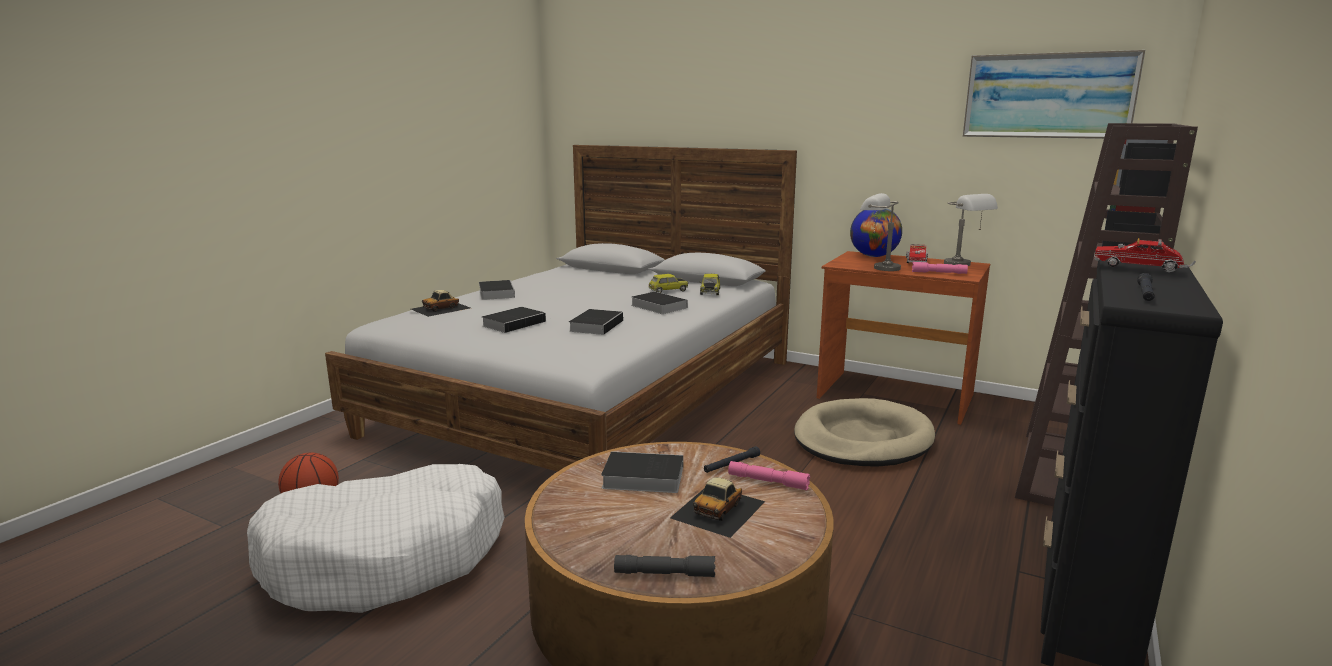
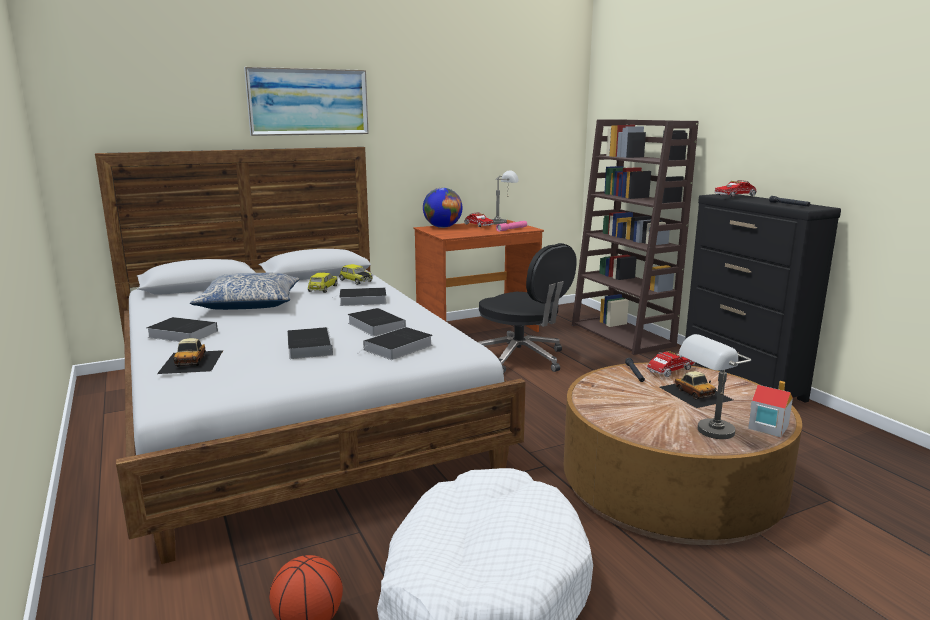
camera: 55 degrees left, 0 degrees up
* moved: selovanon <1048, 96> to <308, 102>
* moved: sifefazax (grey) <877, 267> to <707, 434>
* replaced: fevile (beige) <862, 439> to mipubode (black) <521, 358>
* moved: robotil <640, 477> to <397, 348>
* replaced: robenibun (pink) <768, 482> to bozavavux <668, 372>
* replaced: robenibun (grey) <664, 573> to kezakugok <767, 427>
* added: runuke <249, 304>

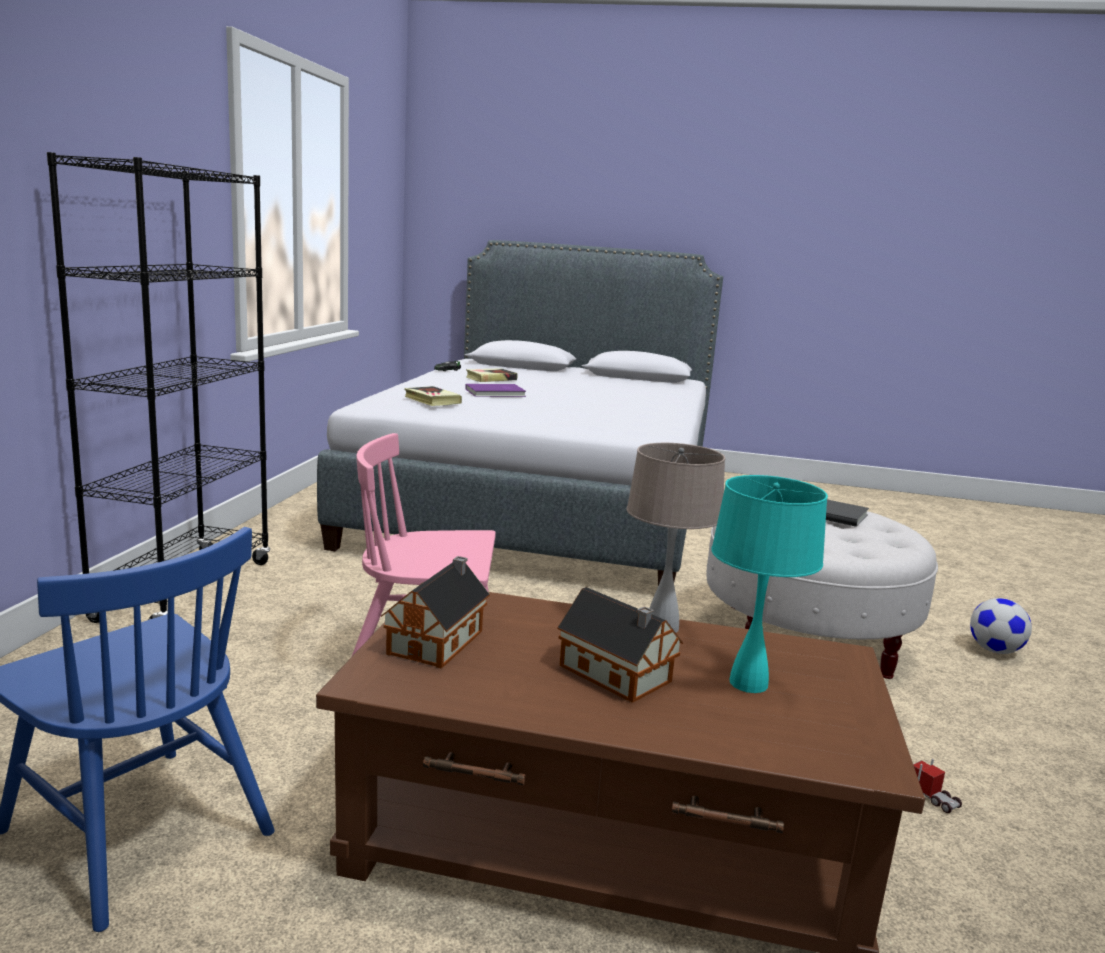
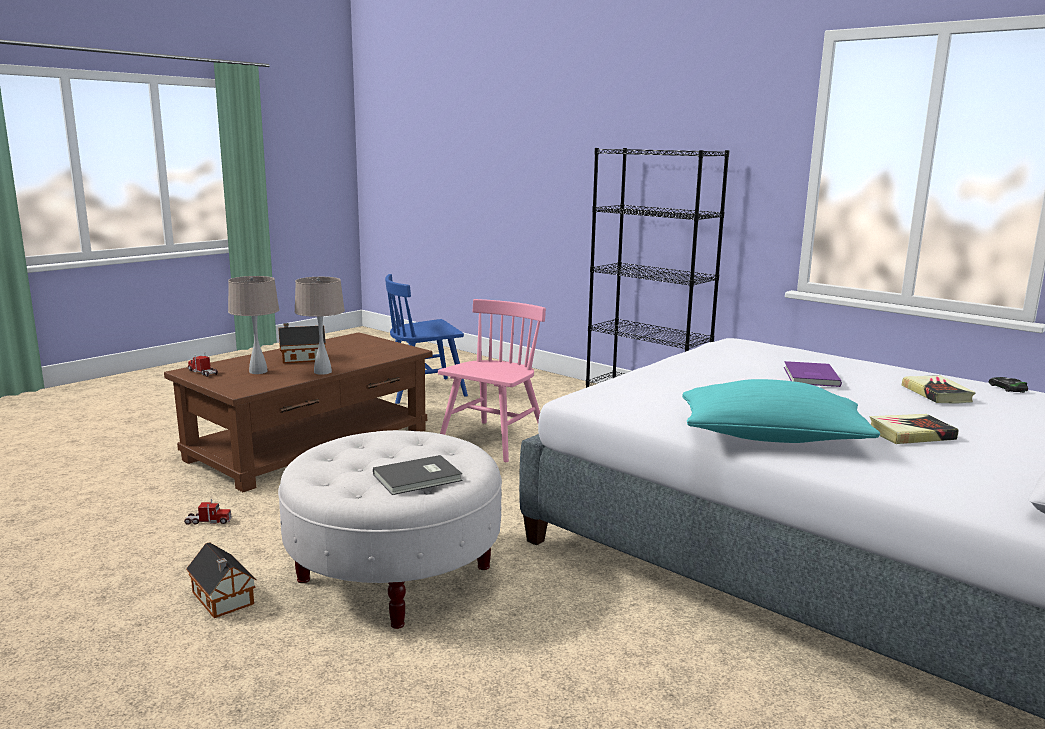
camera: 120 degrees right, 0 degrees up
* moved: robotil <432, 400> to <910, 434>
* recoloured: sifefazax (turquoise) <748, 683> to sifefazax (beige) <258, 371>
* moved: kezakugok <439, 641> to <223, 599>
* removed: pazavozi <995, 650>
* added: bozavavux <203, 372>
* added: runuke (turquoise) <772, 439>

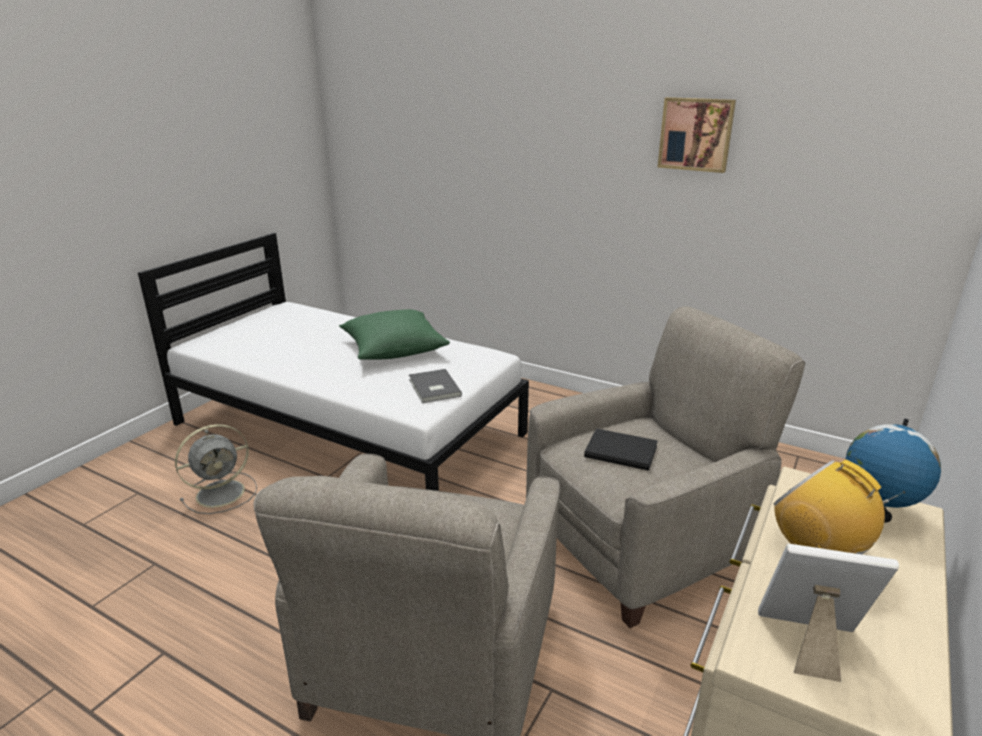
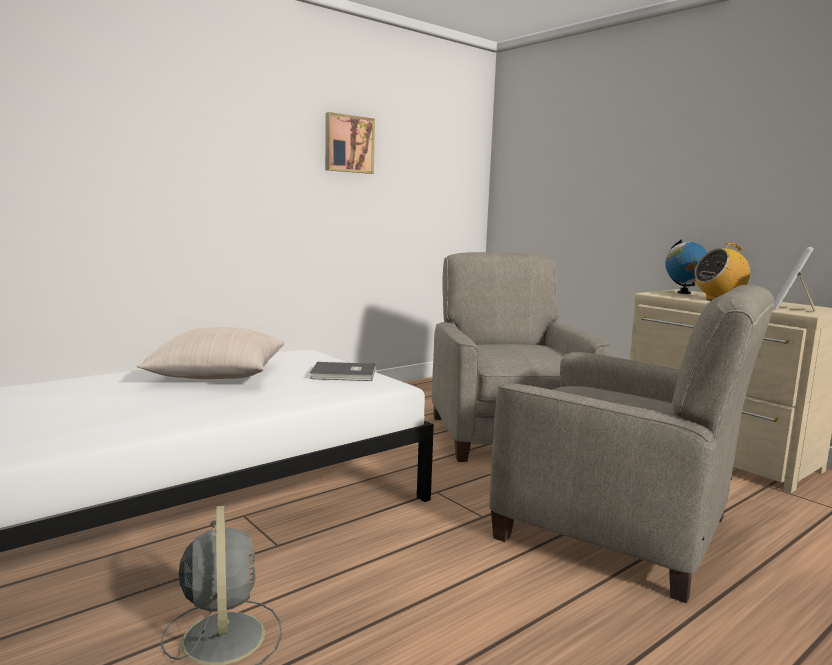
camera: 70 degrees left, 15 degrees down
* recoloured: runuke (green) <394, 349> to runuke (beige) <218, 375>
* removed: robotil (black) <620, 450>

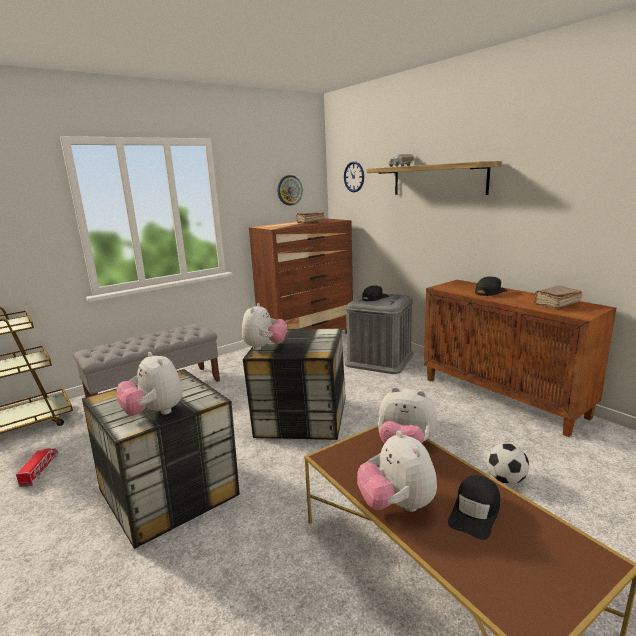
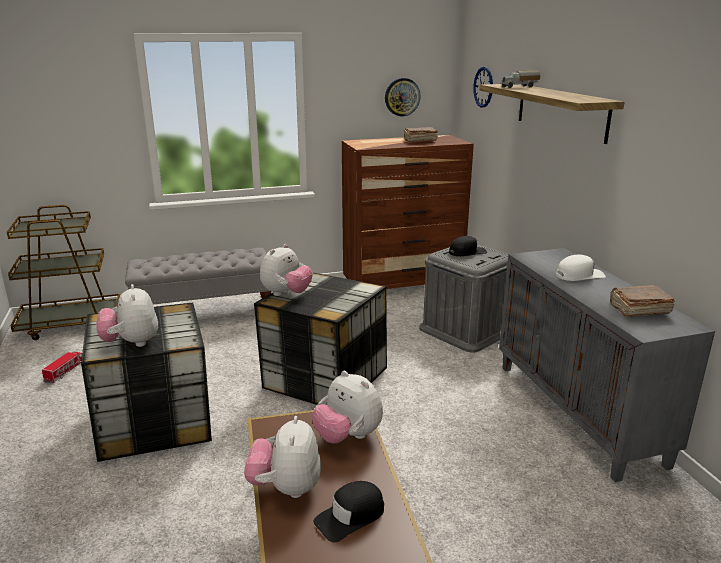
camera: 20 degrees right, 5 degrees up
* recoloured: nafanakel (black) <490, 292> to nafanakel (white) <579, 275>
* recoloured: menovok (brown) <503, 397> to menovok (grey) <578, 412>
* removed: pazavozi <505, 479>

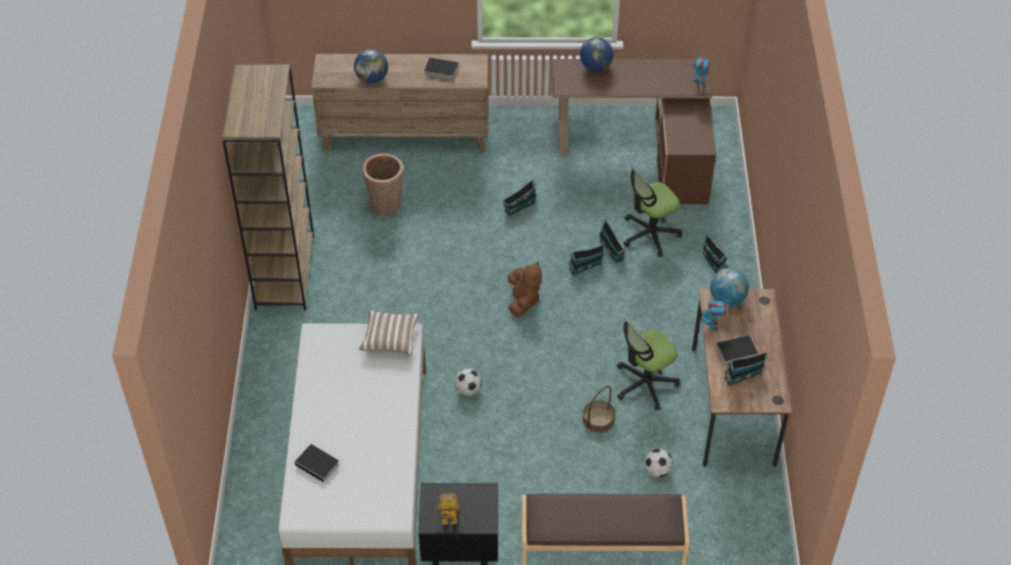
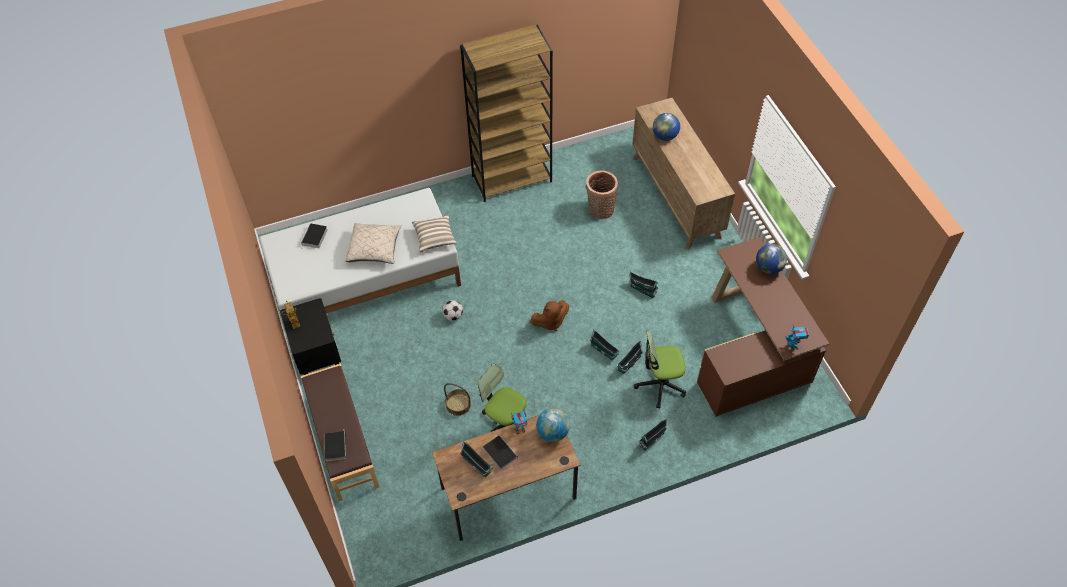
camera: 70 degrees right, 5 degrees up
* moved: robotil <440, 70> to <335, 446>
* turned: mipubode <650, 234> = <660, 384> 45 degrees counterclockwise
* removed: pazavozi <657, 470>
* added: runuke (beige) <375, 249>

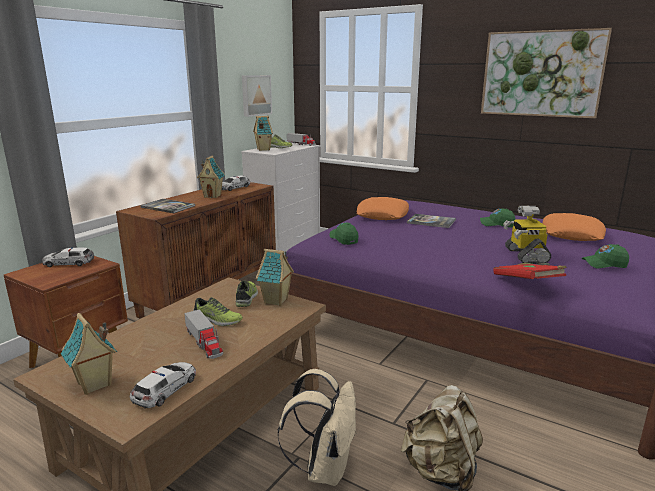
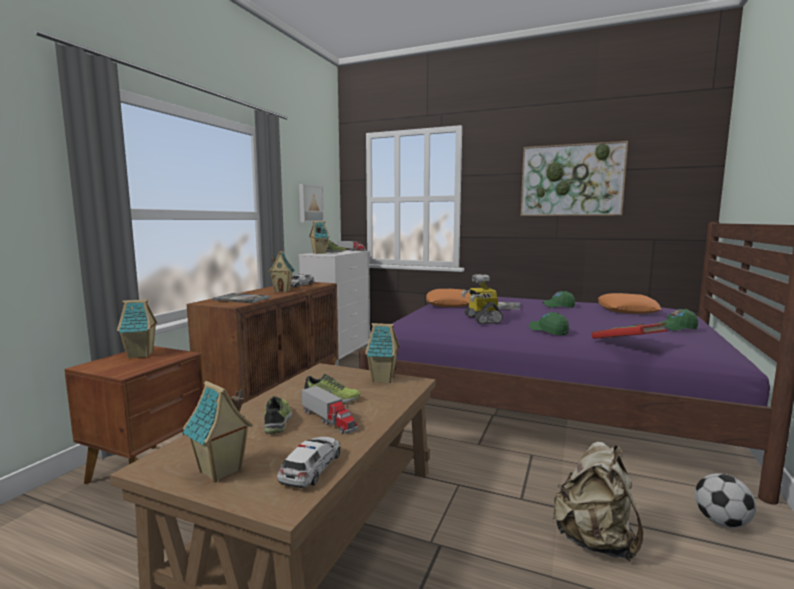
camera: 10 degrees left, 10 degrees down
* moved: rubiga <525, 255> to <481, 319>
* moved: nafanakel (green) <343, 239> to <548, 331>
* replaced: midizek <68, 263> to kezakugok <141, 355>
* moved: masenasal <247, 298> to <278, 420>
* removed: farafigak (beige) <325, 467>
* added: pazavozi <721, 522>

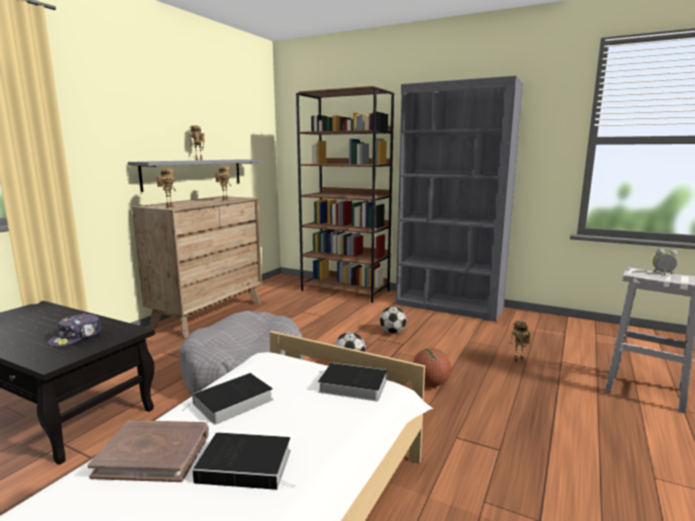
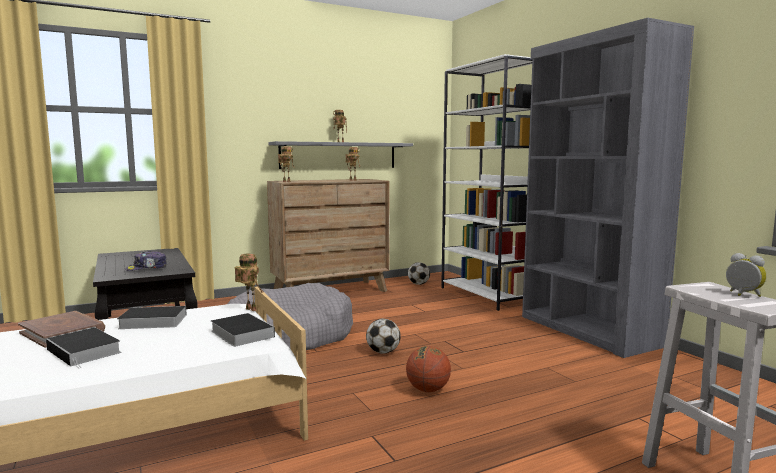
camera: 35 degrees right, 5 degrees down
* recoloured: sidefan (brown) <346, 290> to sidefan (white) <487, 295>
* moved: pazavozi <392, 332> to <418, 284>
* moved: rubiga <517, 361> to <249, 309>

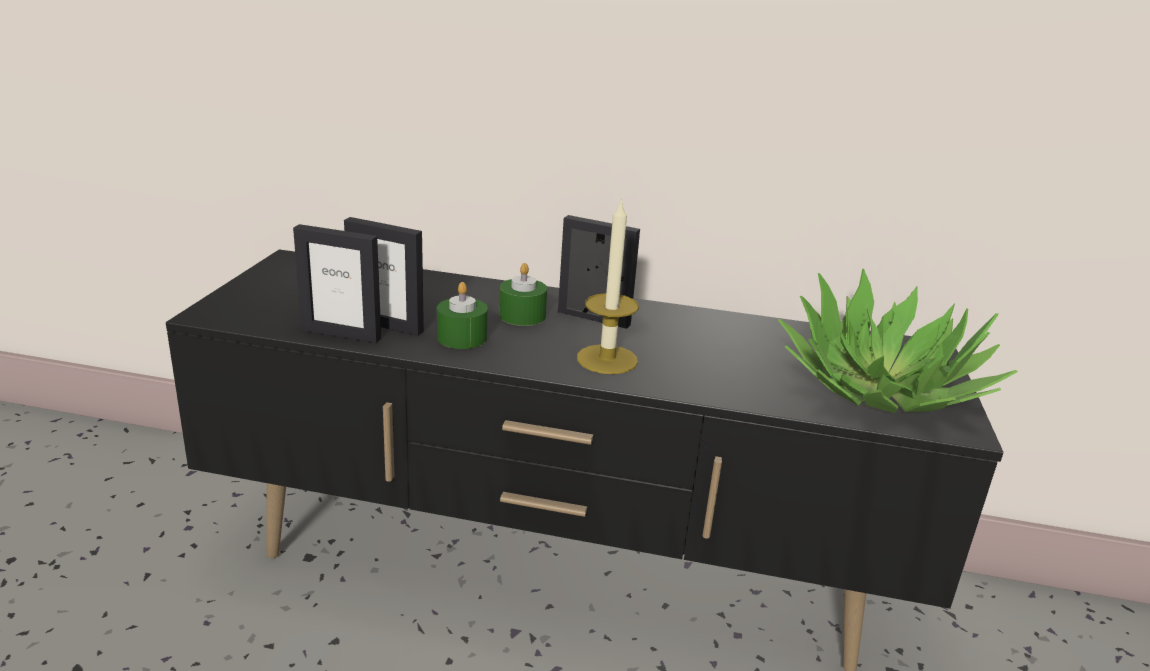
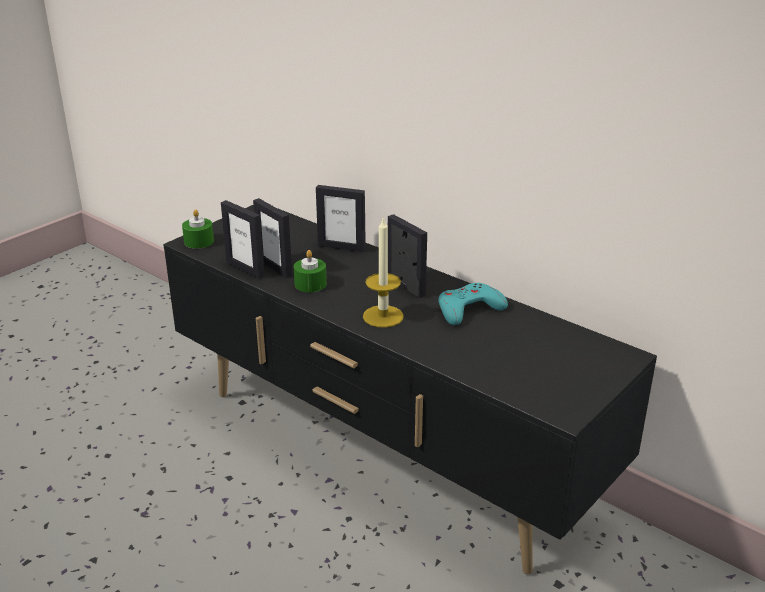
camera: 30 degrees right, 5 degrees up
* moved: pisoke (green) <522, 315> to <199, 241>
* removed: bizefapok <881, 385>
* added: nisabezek <341, 247>
* added: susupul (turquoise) <468, 309>

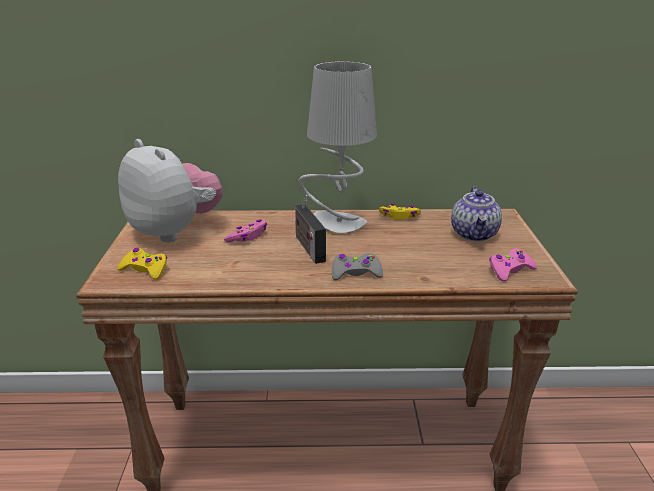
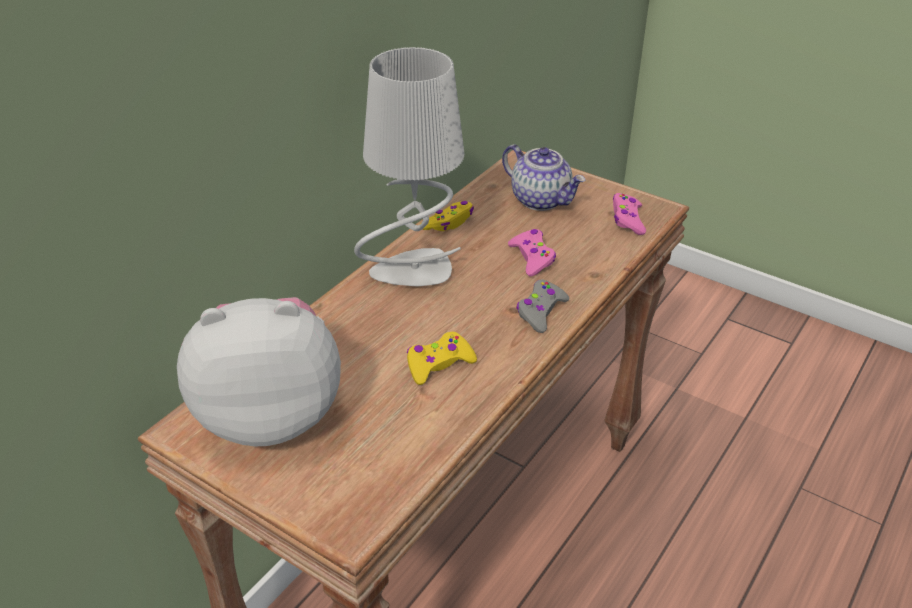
camera: 55 degrees left, 10 degrees up
* removed: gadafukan <308, 247>
* moved: susupul (pink) <248, 237> to <532, 258>
* moved: susupul (yellow) <145, 269> to <438, 364>

